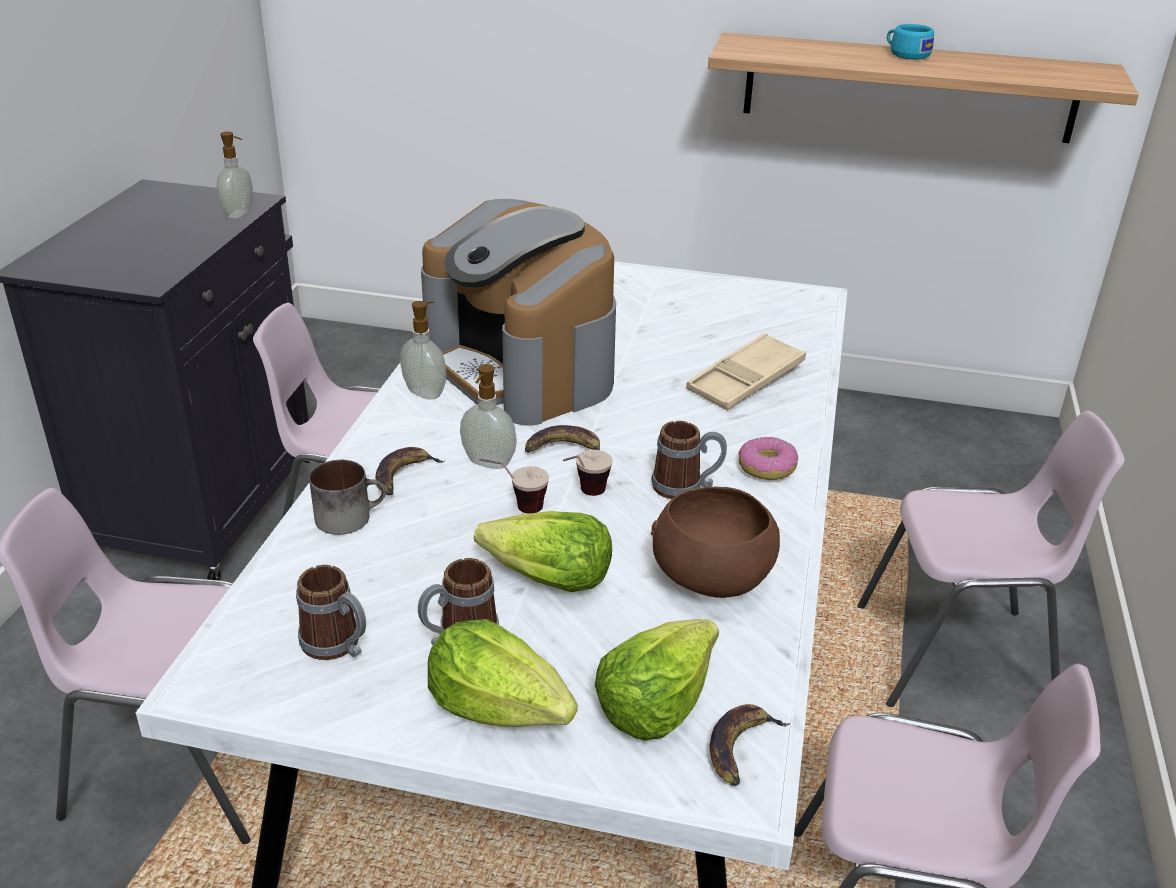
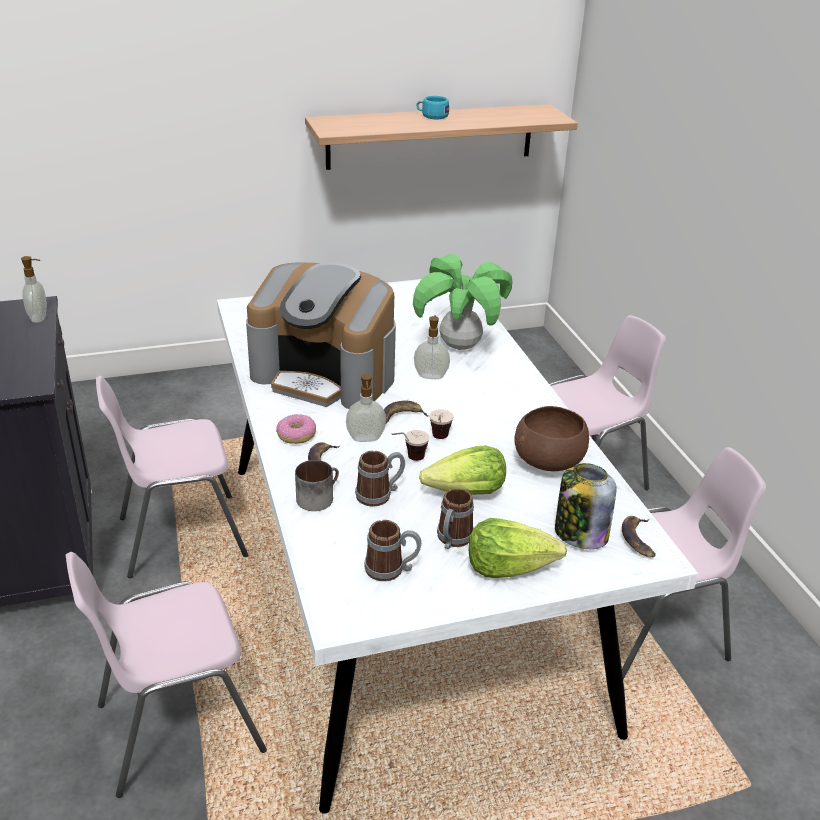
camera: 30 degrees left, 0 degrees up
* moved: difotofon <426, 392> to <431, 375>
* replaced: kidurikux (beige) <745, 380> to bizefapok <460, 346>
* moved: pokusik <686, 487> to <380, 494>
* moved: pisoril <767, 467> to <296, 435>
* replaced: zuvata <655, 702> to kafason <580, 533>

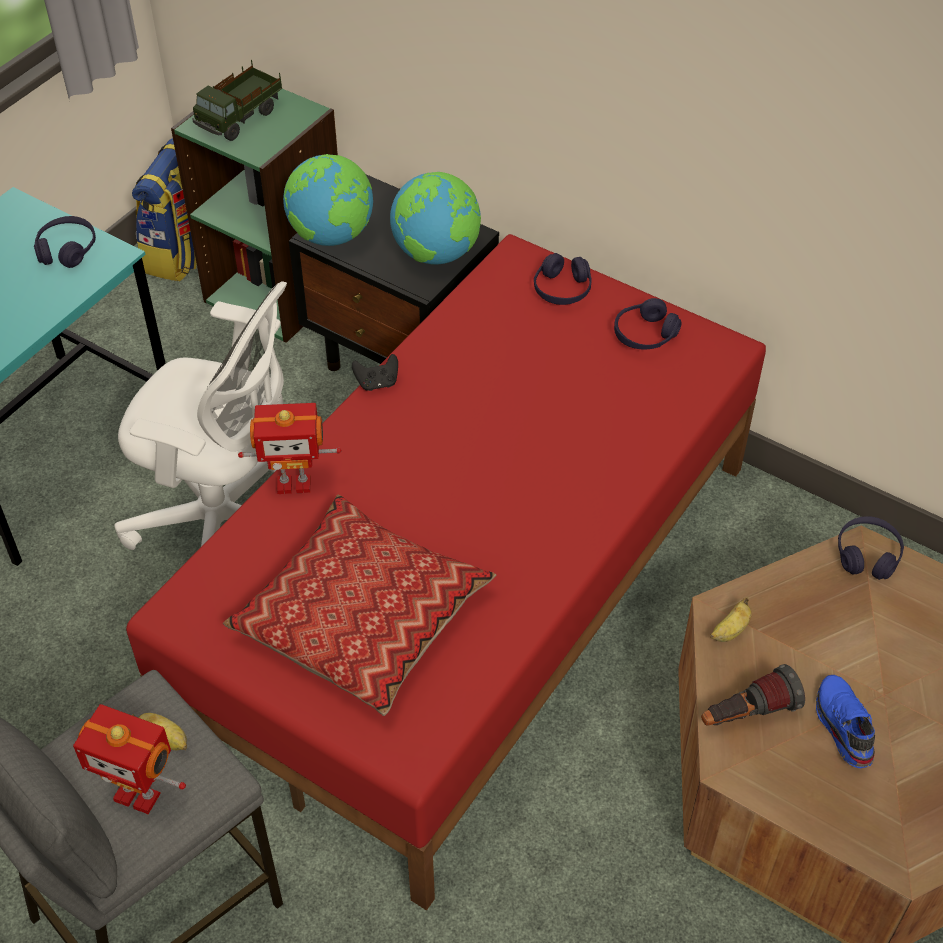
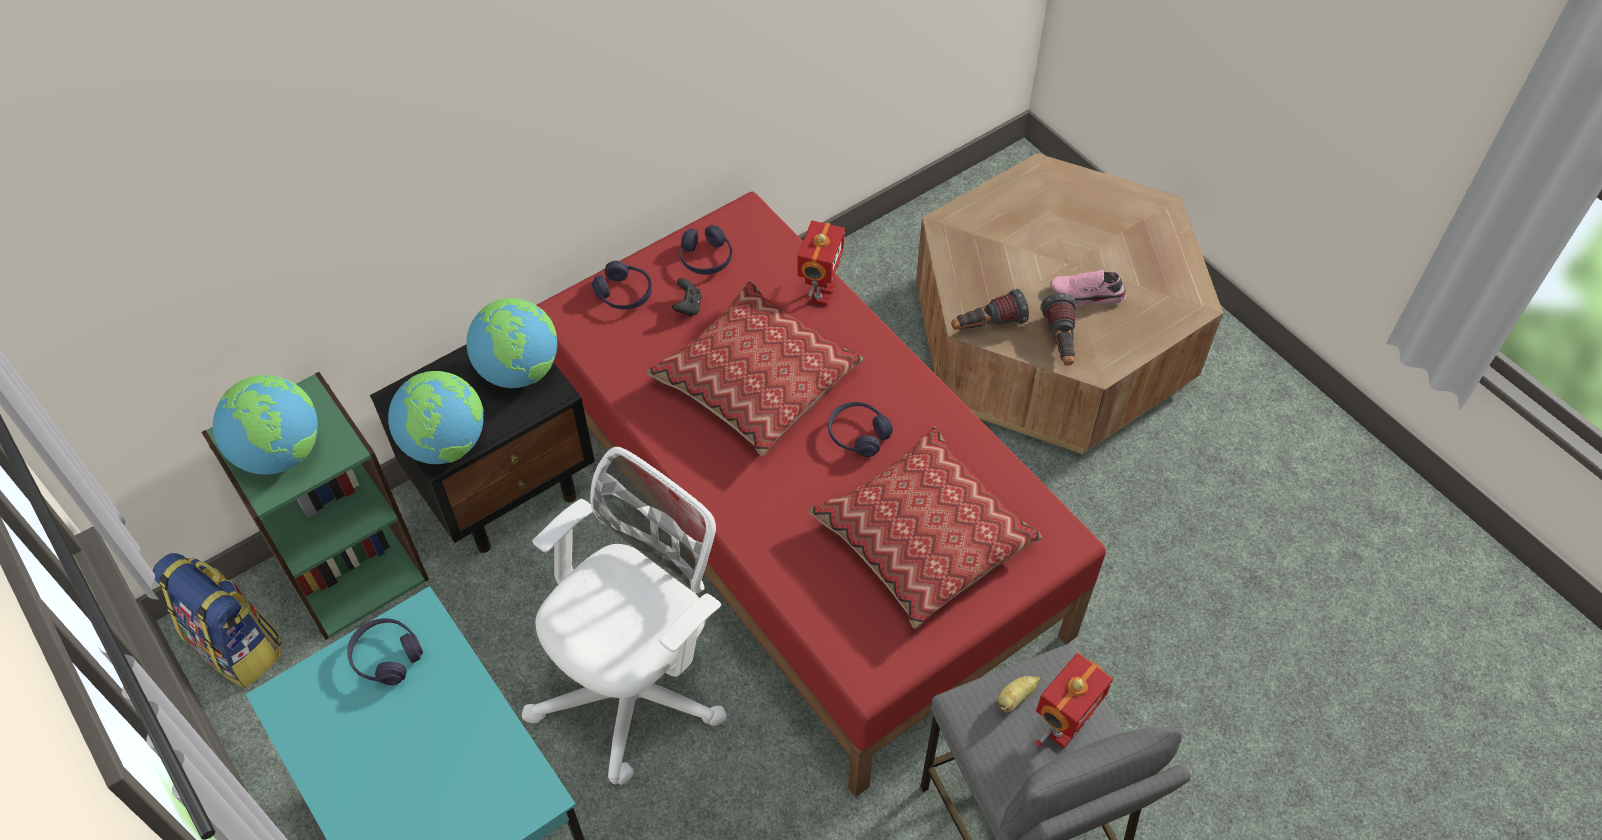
camera: 70 degrees left, 5 degrees up
* replaced: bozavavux <240, 119> to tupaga <281, 452>
* moved: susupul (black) <377, 383> to <688, 306>
* moved: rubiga <294, 483> to <820, 293>
* moved: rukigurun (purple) <867, 555> to <858, 435>
* replaced: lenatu <730, 631> to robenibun <986, 326>
* recoloured: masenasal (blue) <842, 726> to masenasal (pink) <1086, 295>
* added: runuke <755, 379>

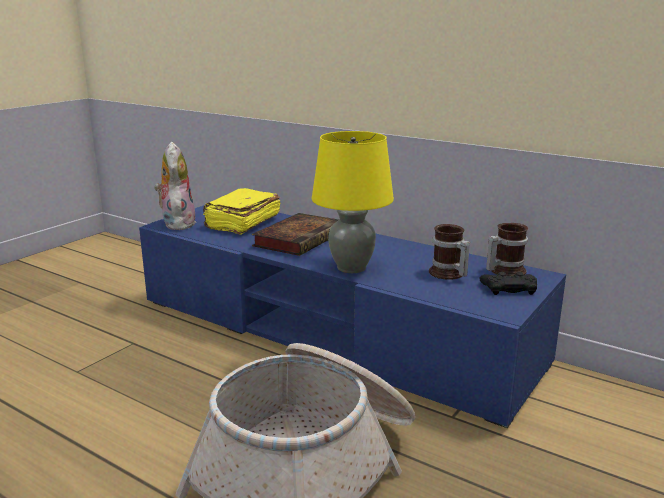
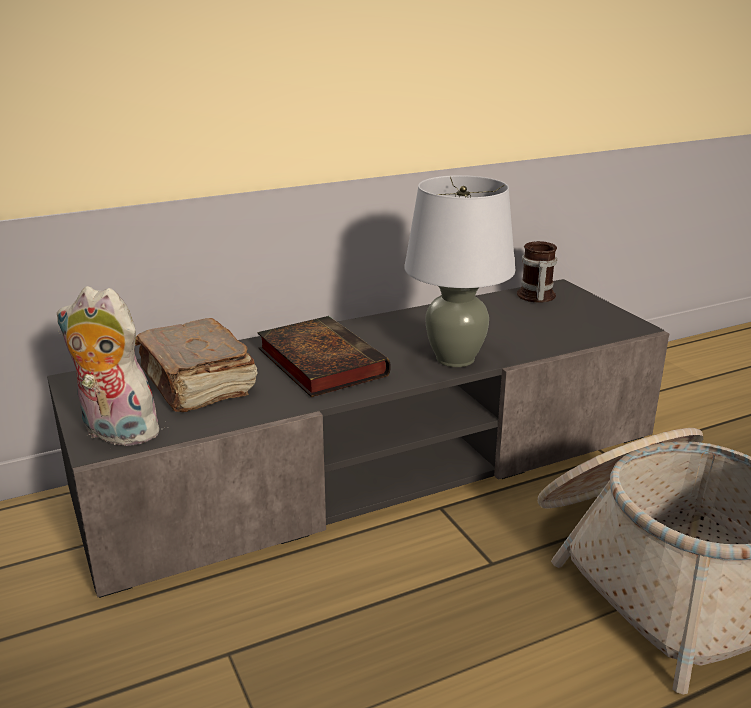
camera: 60 degrees left, 5 degrees up
* recoloured: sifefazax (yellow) <351, 268> to sifefazax (grey) <454, 359>
* recoloured: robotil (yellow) <242, 223> to robotil (brown) <197, 383>
* recoloured: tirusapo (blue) <332, 332> to tirusapo (grey) <375, 465>
* removed: pokusik <447, 274>
* removed: susupul (black) <509, 288>

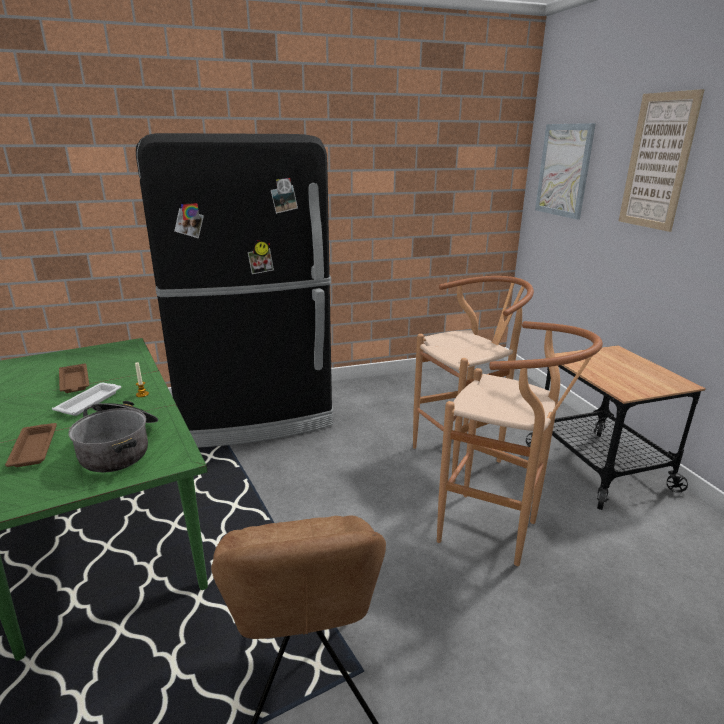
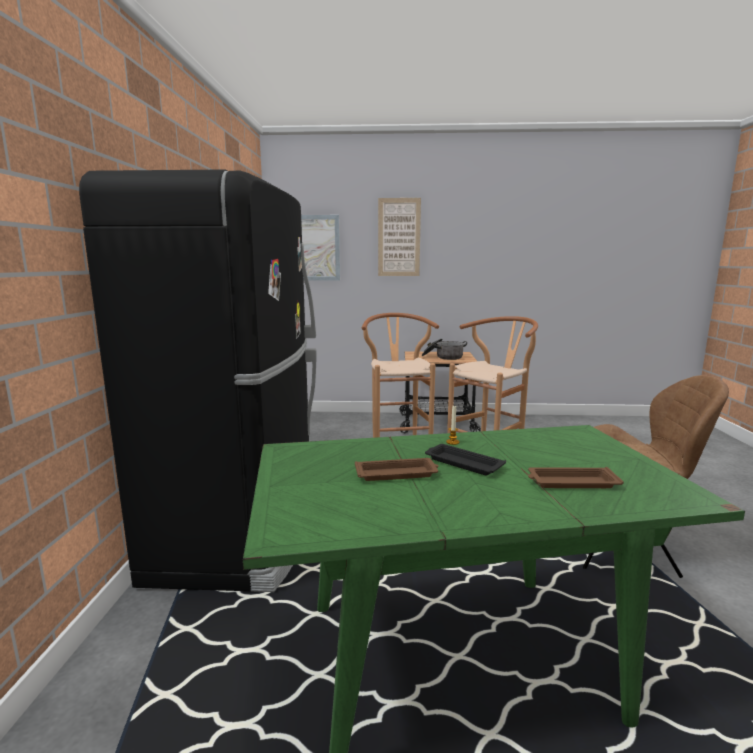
camera: 70 degrees left, 10 degrees down
* recoloured: kidurikux (white) <90, 402> to kidurikux (black) <462, 463>
* moved: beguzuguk <120, 448> to <443, 357>

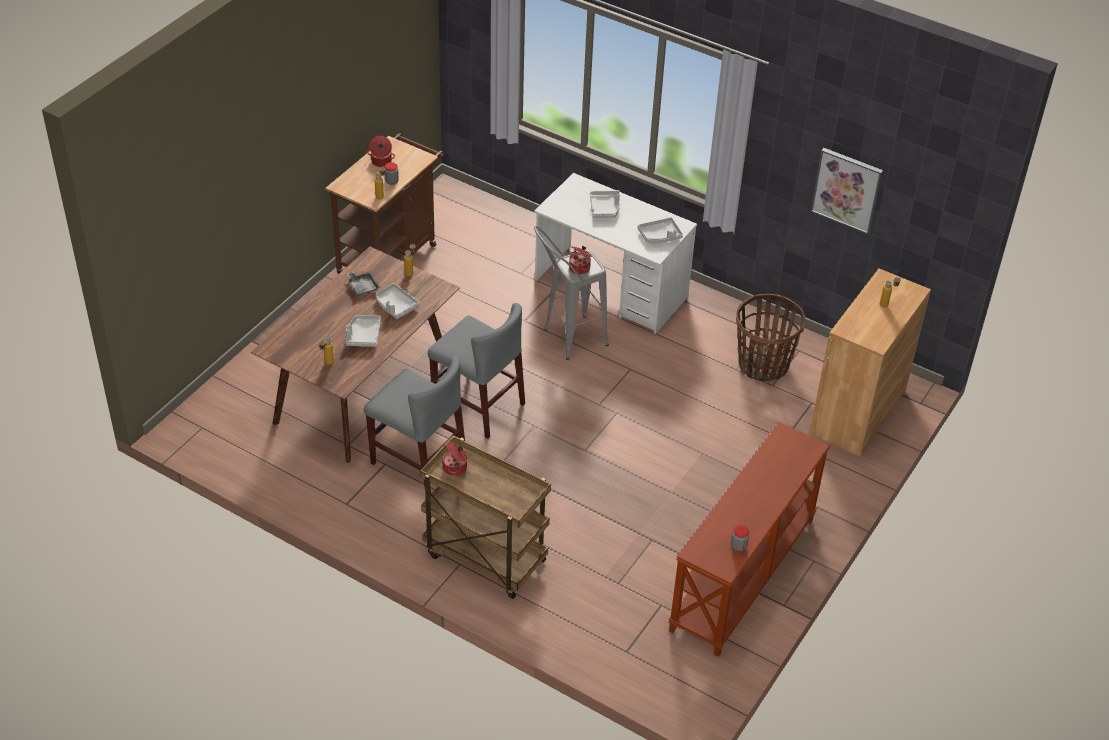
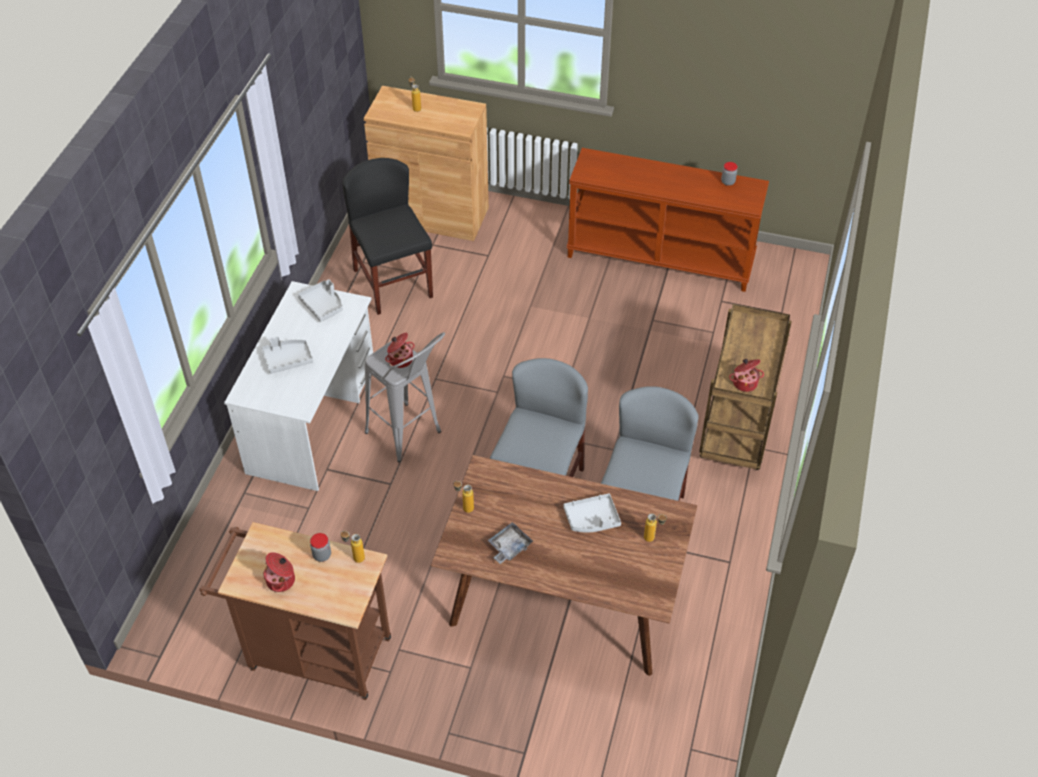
camera: 105 degrees left, 5 degrees up
* removed: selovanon <847, 190>
* removed: kidurikux (grey) <395, 306>
* replaced: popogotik <763, 365> to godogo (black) <393, 283>

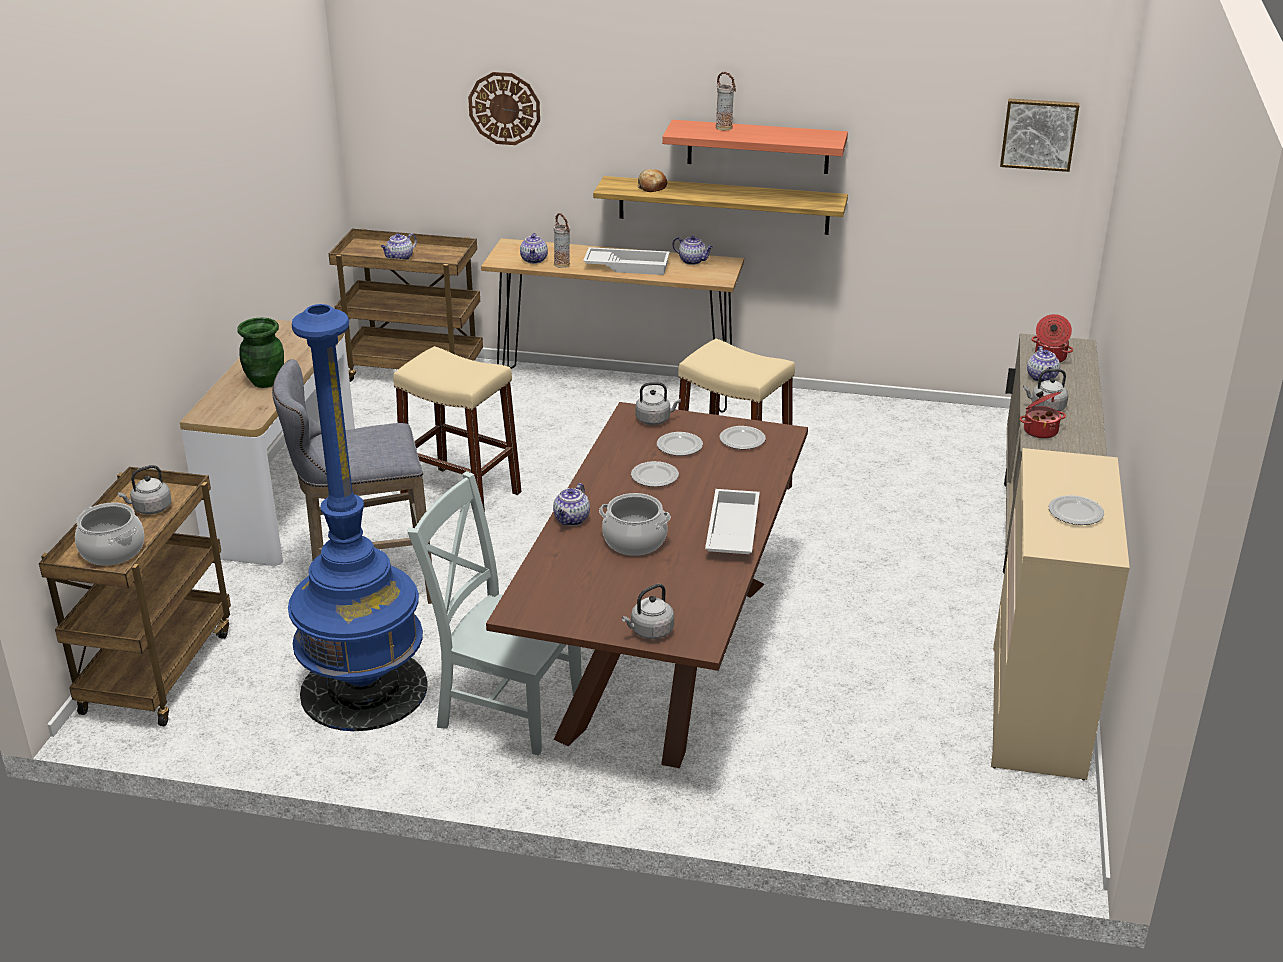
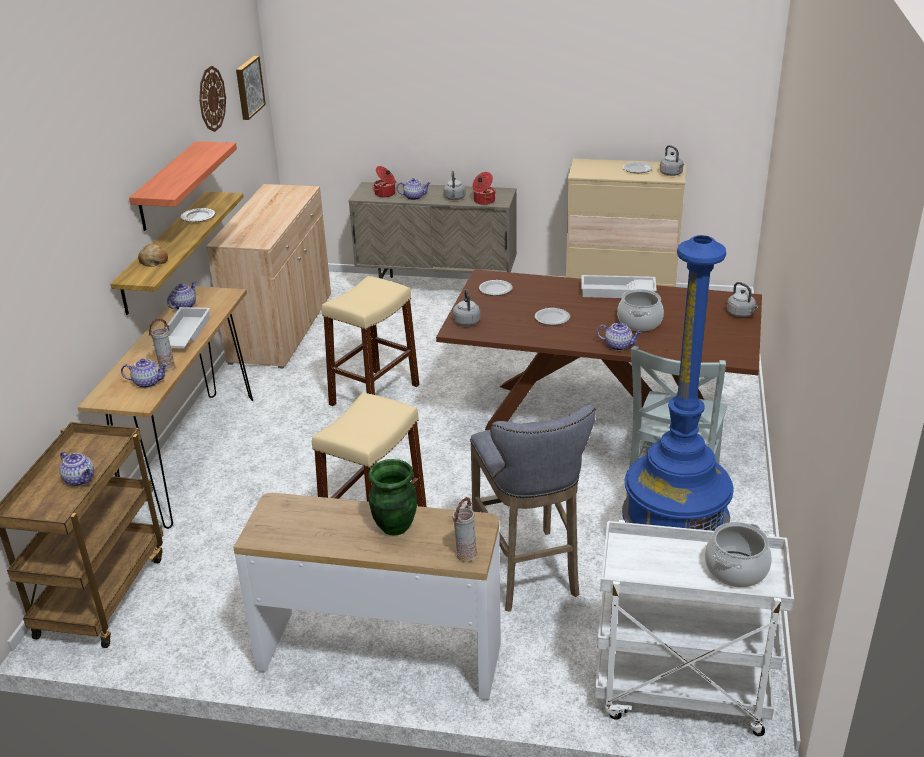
camera: 90 degrees left, 0 degrees up
* moved: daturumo <504, 108> to <211, 98>
* moved: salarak <724, 128> to <465, 555>
* moved: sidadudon <680, 446> to <198, 217>
* moved: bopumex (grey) <150, 509> to <672, 174>
* recoloured: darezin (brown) <157, 669> to darezin (white) <679, 694>
* added: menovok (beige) <282, 328>

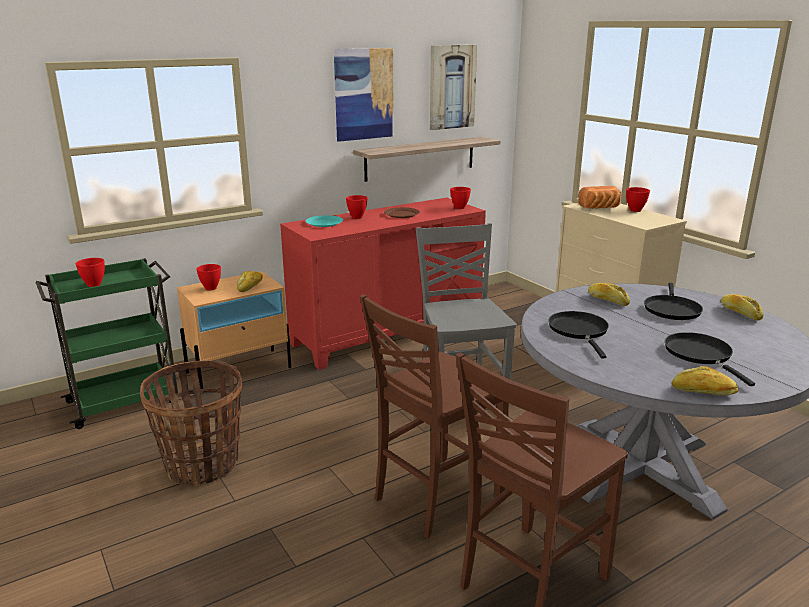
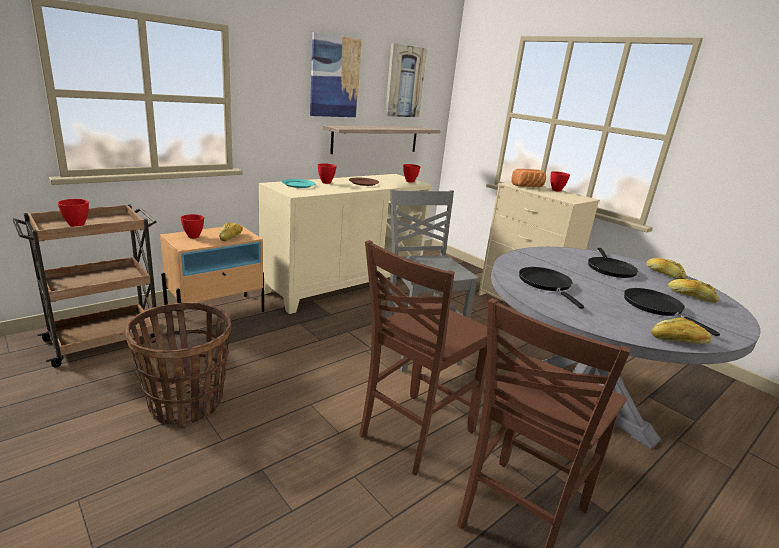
camera: 10 degrees left, 0 degrees up
* recoloured: menovok (red) <387, 334> to menovok (beige) <344, 285>
* recoloured: darezin (green) <125, 401> to darezin (brown) <105, 340>
* moved: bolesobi <607, 300> to <690, 296>

